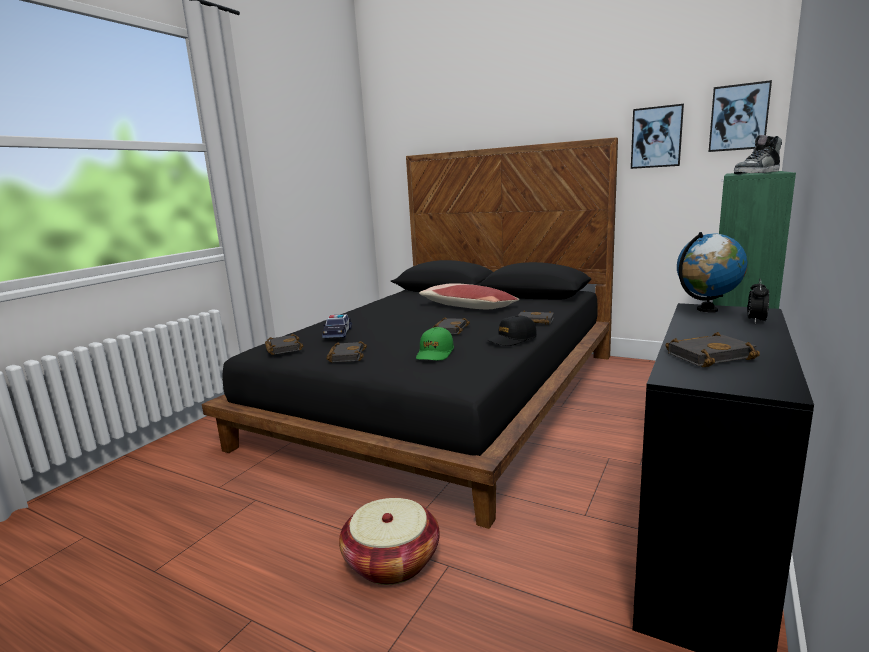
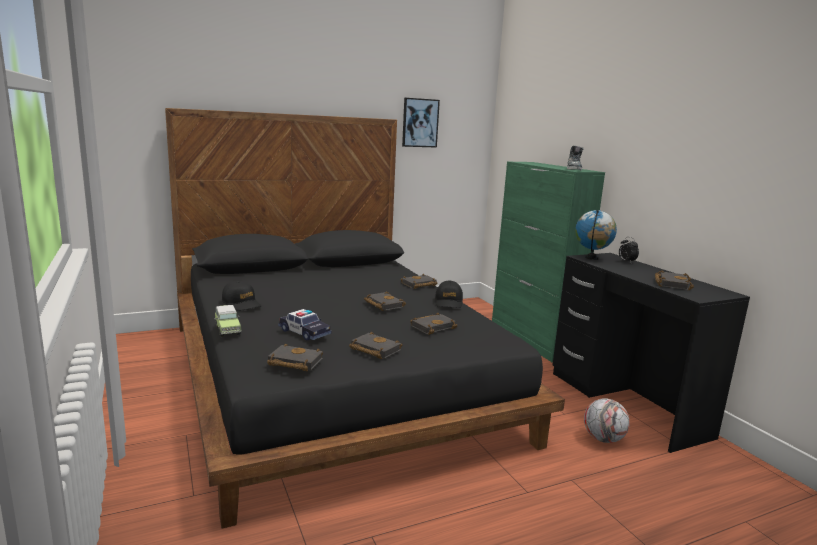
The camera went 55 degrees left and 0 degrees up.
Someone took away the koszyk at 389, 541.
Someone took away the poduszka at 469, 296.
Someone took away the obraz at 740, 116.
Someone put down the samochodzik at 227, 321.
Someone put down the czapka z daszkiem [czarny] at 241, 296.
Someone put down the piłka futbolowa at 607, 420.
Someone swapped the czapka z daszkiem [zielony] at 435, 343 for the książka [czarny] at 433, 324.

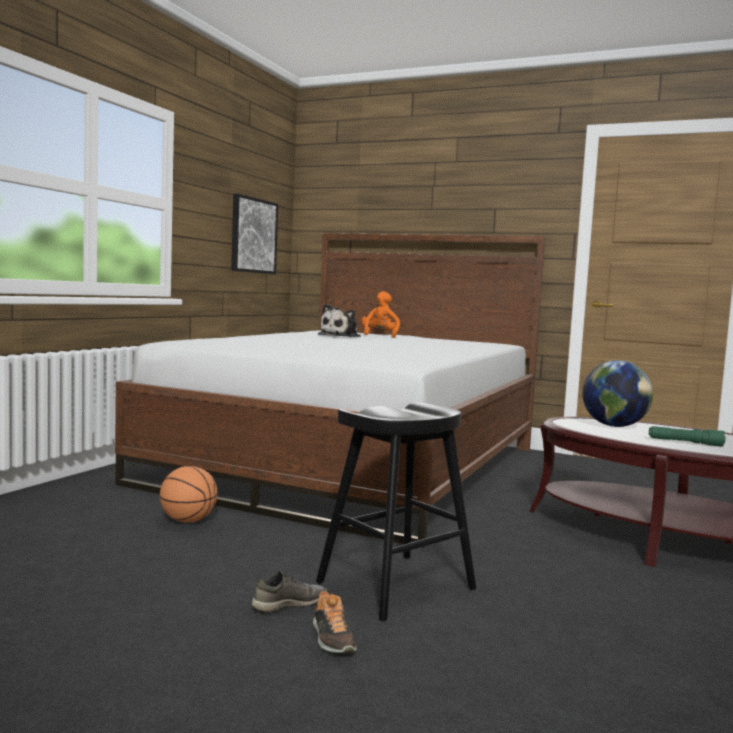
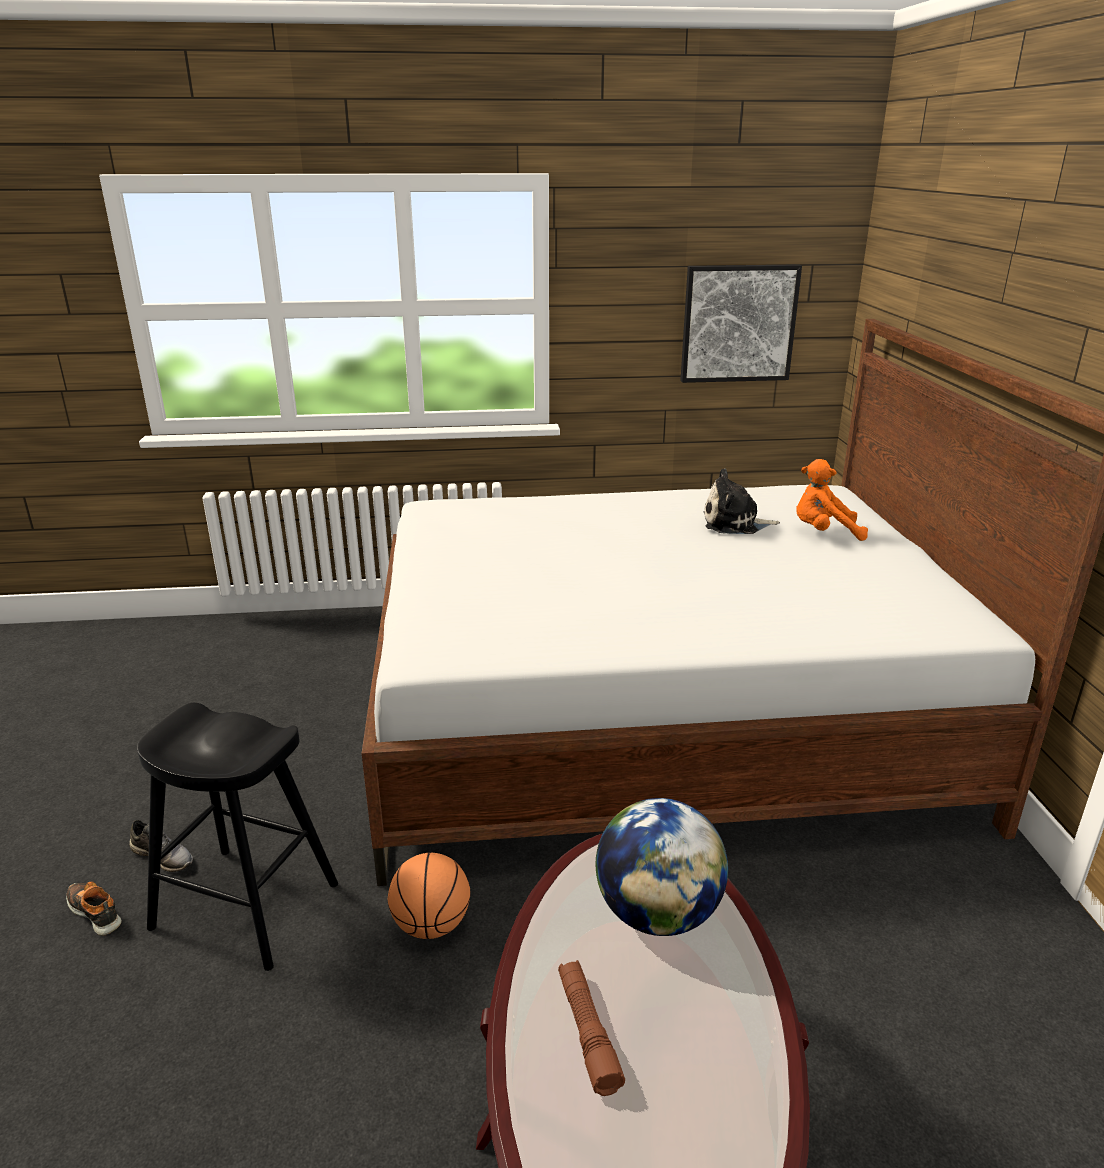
The camera went 60 degrees right and 20 degrees up.
Someone carried the piłka do koszykówki from 189, 494 to 429, 896.
Someone repainted the latarka [zielony] at 687, 436, which became the latarka [brązowy] at 591, 1028.
Someone rotated the but at 335, 621 by 90 degrees clockwise.
Someone rotated the pluszak [pomarańczowy] at 380, 314 by 150 degrees counterclockwise.

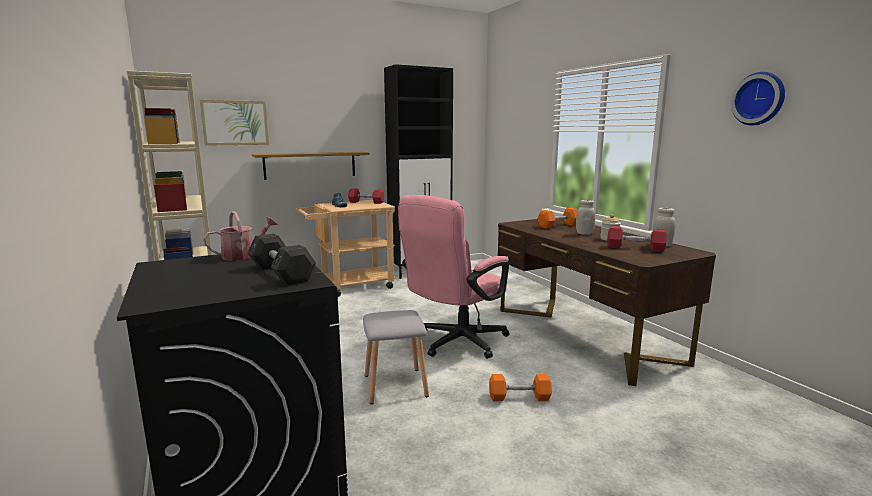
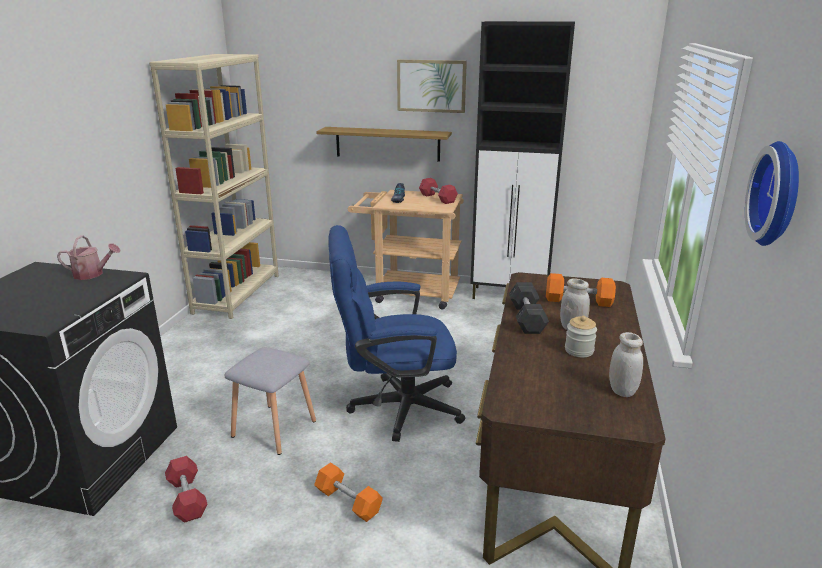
The camera went 40 degrees right and 10 degrees up.
Someone carried the obraz from 234, 123 to 432, 86.
Someone carried the hantel [szary] from 281, 259 to 529, 308.
Someone carried the hantel [czerwony] from 637, 239 to 186, 489.
Someone repainted the krzesło biurowe [różowy] at 454, 277, which became the krzesło biurowe [niebieski] at 396, 333.

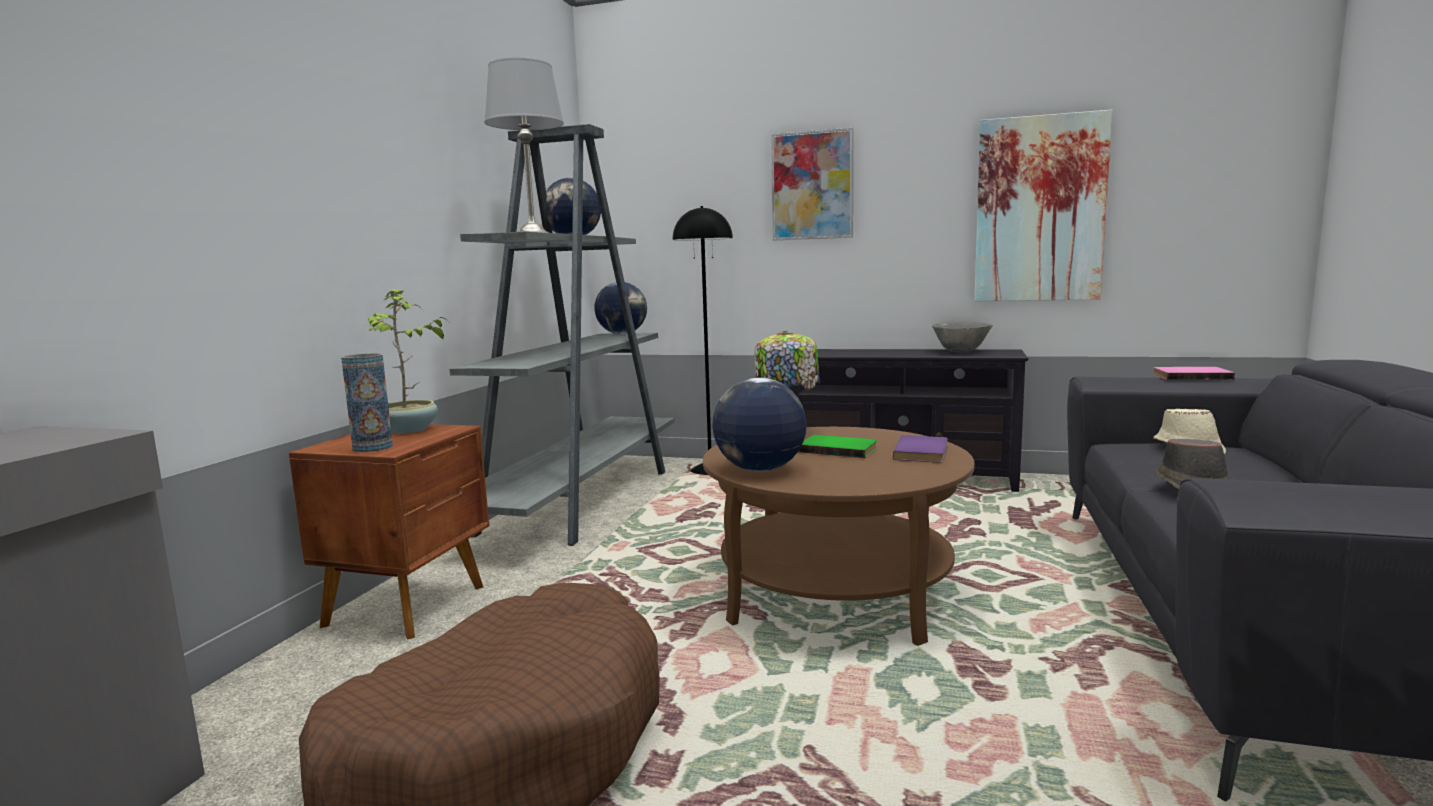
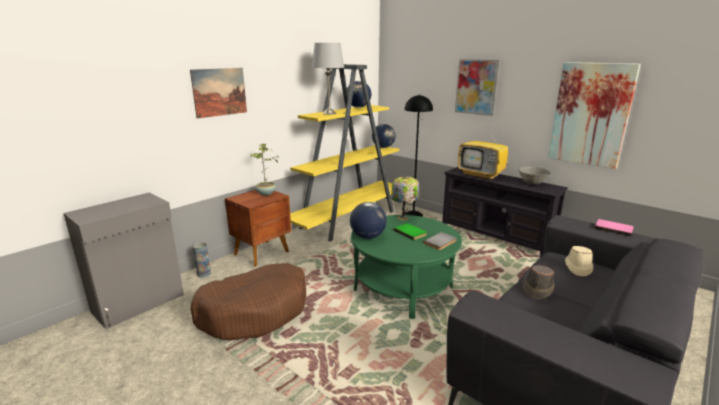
The camera went 25 degrees right and 10 degrees up.
Someone put up the obraz at 218, 93.
Someone put down the telewizor at 483, 151.
Someone carried the wazon from 367, 402 to 202, 260.
Someone repainted the regał [szary] at 562, 335, which became the regał [żółty] at 344, 152.
Someone repainted the ława [brązowy] at 839, 536, which became the ława [zielony] at 406, 267.
Someone repainted the książka [fioletowy] at 920, 449, which became the książka [szary] at 440, 241.

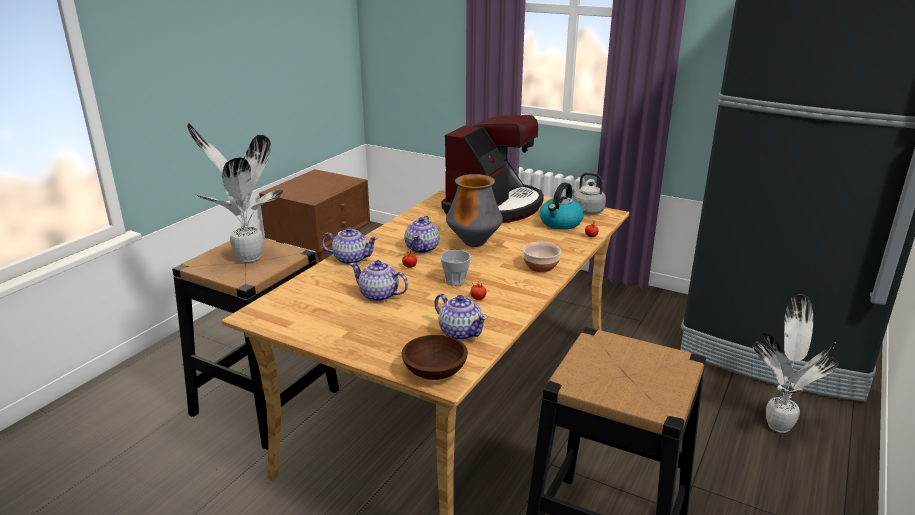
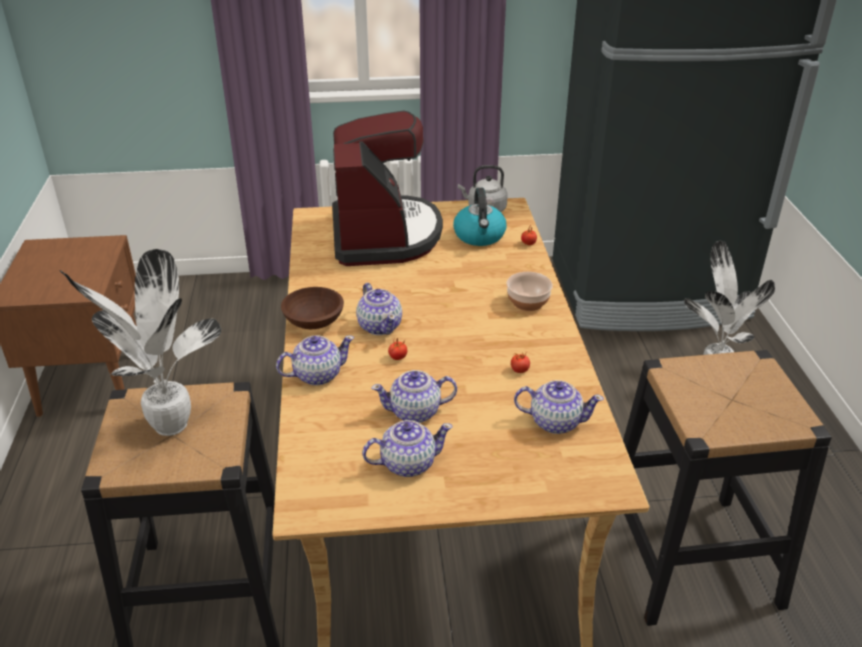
The camera went 35 degrees left and 10 degrees up.
Someone took away the filiżanka at 455, 268.
Someone took away the wazon at 474, 210.
Someone put down the imbryk at 407, 448.
Someone carried the miska [brązowy] from 434, 357 to 312, 308.

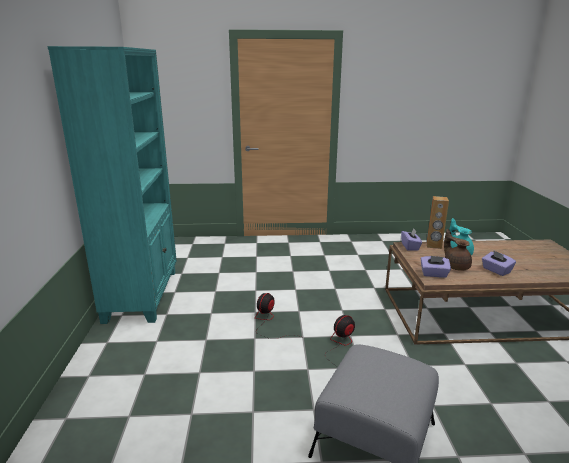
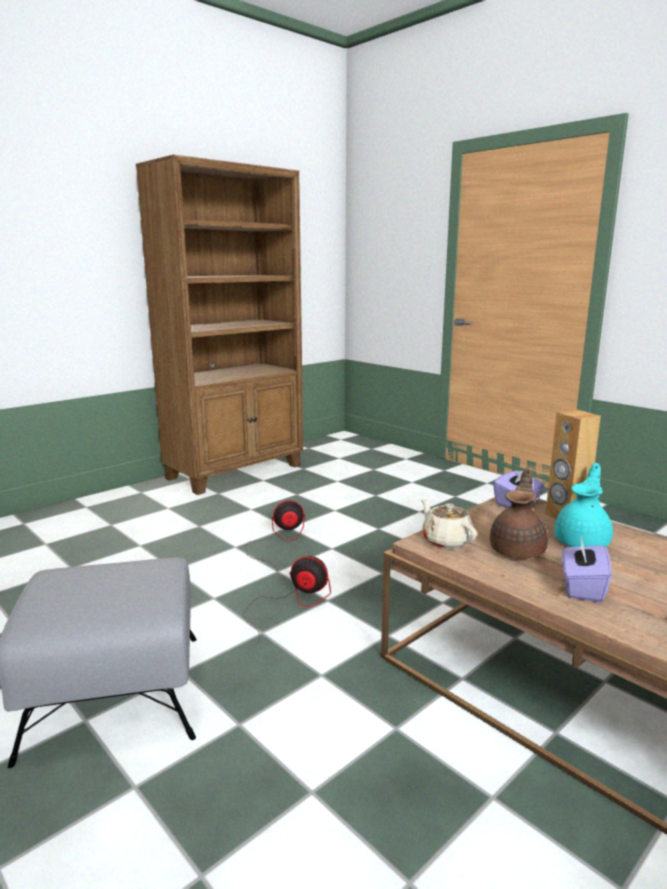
The camera went 50 degrees right and 5 degrees down.
Someone swapped the pudełko chusteczek [fioletowy] at 436, 267 for the imbryk [beżowy] at 449, 523.
Someone repainted the regał [turkusowy] at 112, 185, which became the regał [brązowy] at 219, 325.

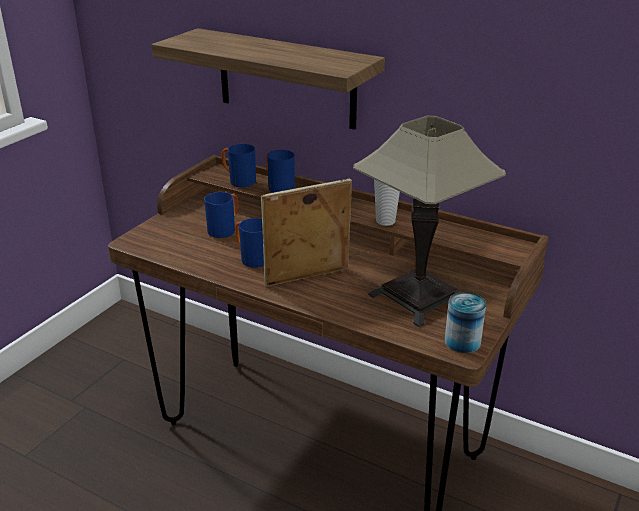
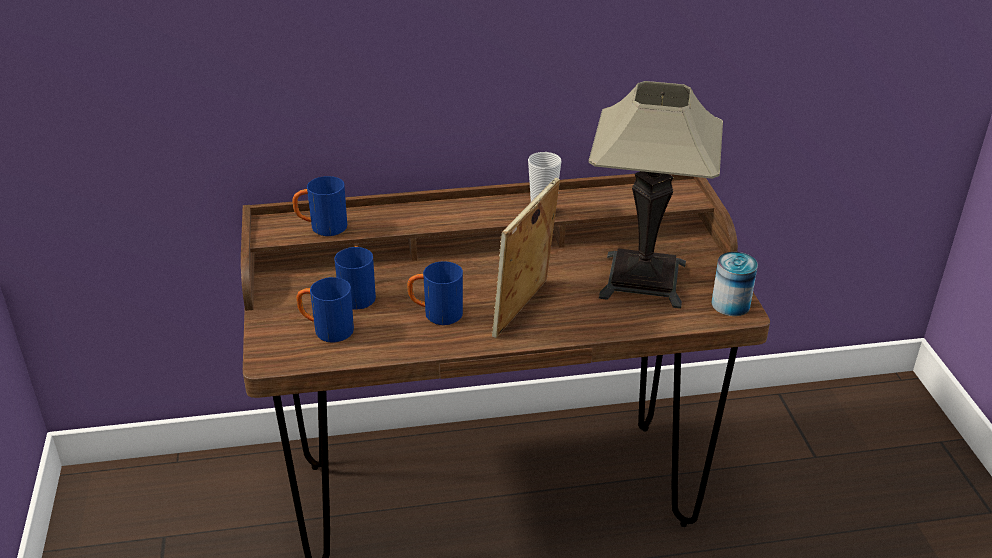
The camera went 40 degrees left and 5 degrees up.
Someone took away the półka at 268, 79.
Someone carried the kubek [niebieski] from 280, 171 to 325, 309.

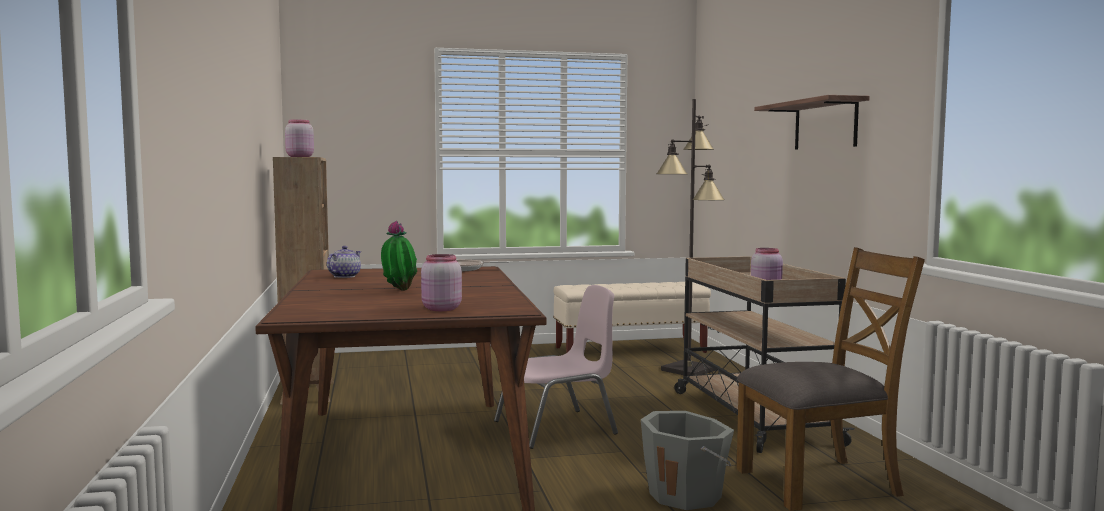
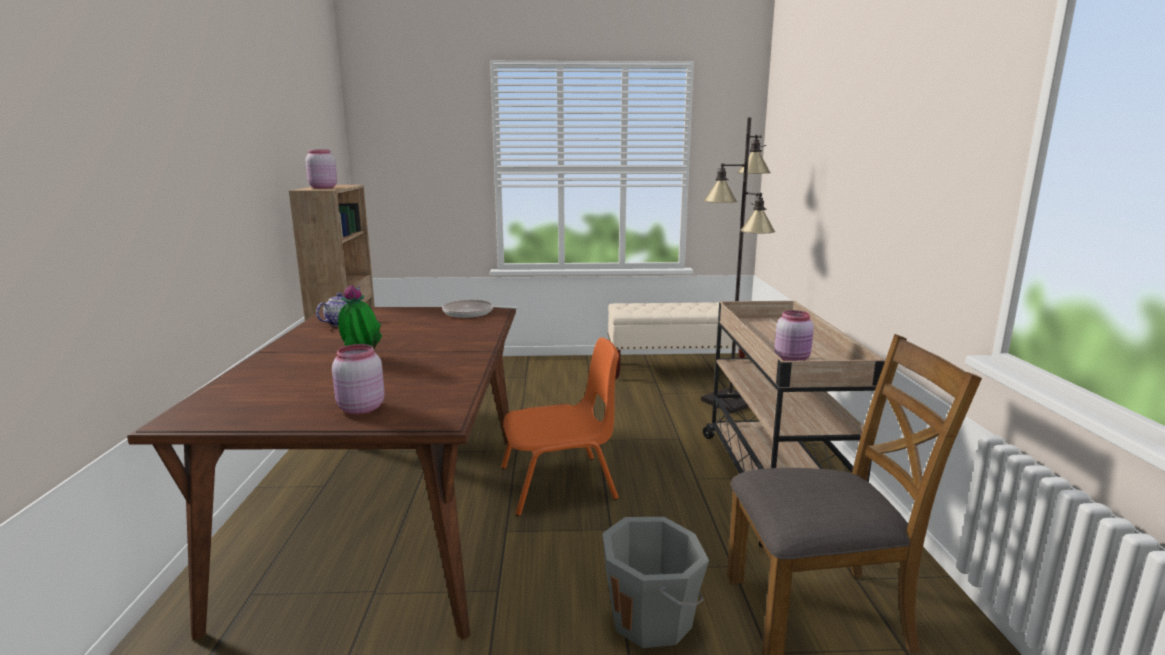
The camera went 10 degrees right and 10 degrees up.
Someone took away the półka at 812, 122.
Someone repainted the krzesło [różowy] at 556, 367, which became the krzesło [pomarańczowy] at 560, 426.

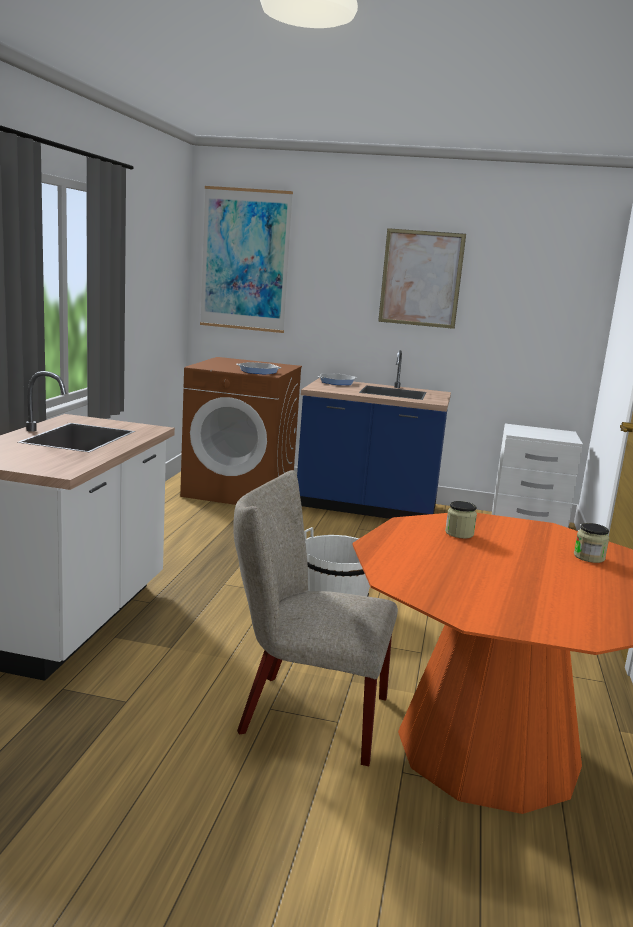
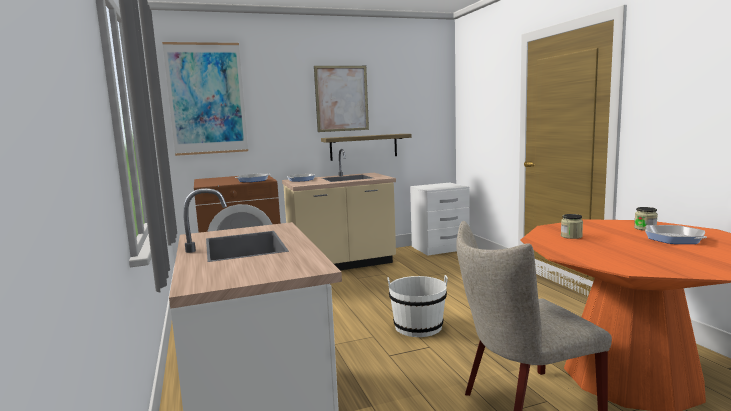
The camera went 30 degrees left and 5 degrees down.
Someone put up the półka at 366, 147.
Someone put down the patelnia at 676, 234.
Someone repainted the zabudowa kuchenna [niebieski] at 374, 434, which became the zabudowa kuchenna [beżowy] at 339, 209.

